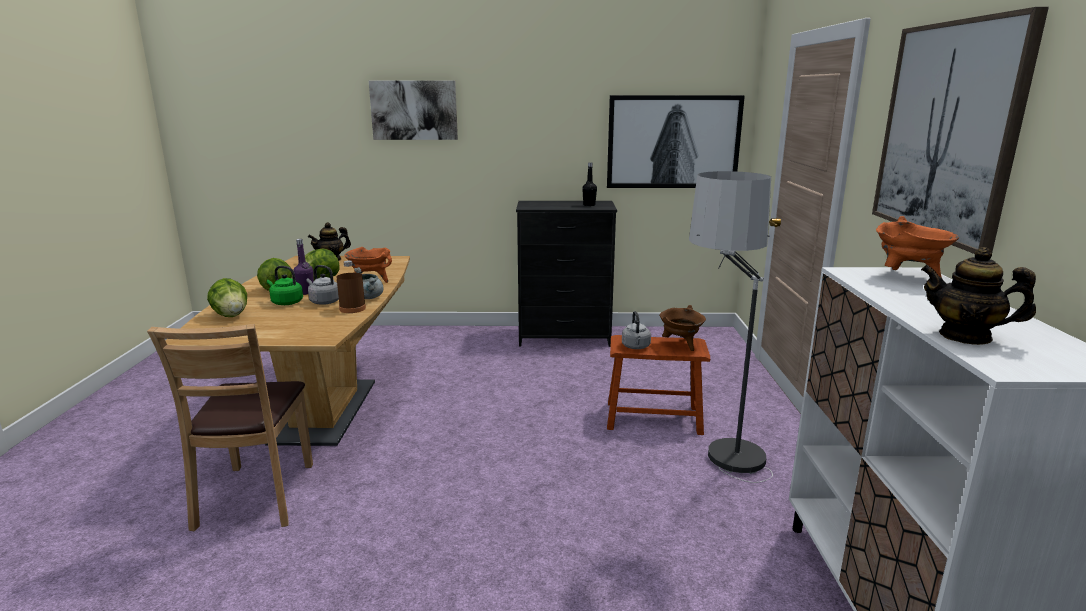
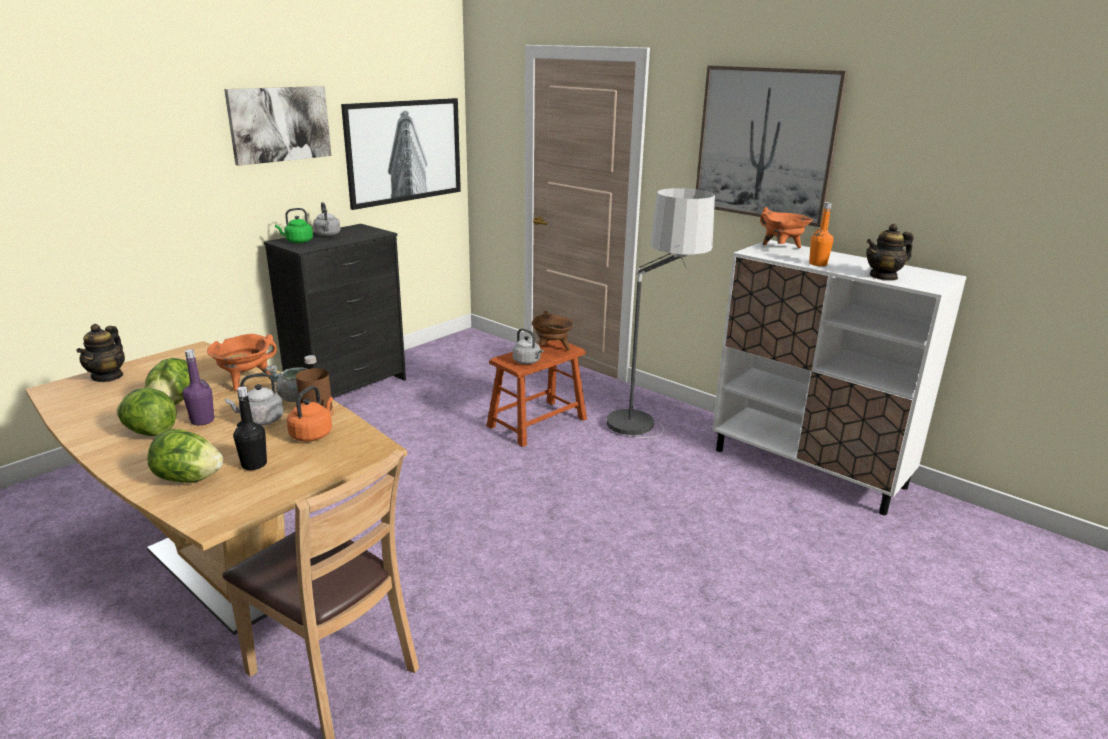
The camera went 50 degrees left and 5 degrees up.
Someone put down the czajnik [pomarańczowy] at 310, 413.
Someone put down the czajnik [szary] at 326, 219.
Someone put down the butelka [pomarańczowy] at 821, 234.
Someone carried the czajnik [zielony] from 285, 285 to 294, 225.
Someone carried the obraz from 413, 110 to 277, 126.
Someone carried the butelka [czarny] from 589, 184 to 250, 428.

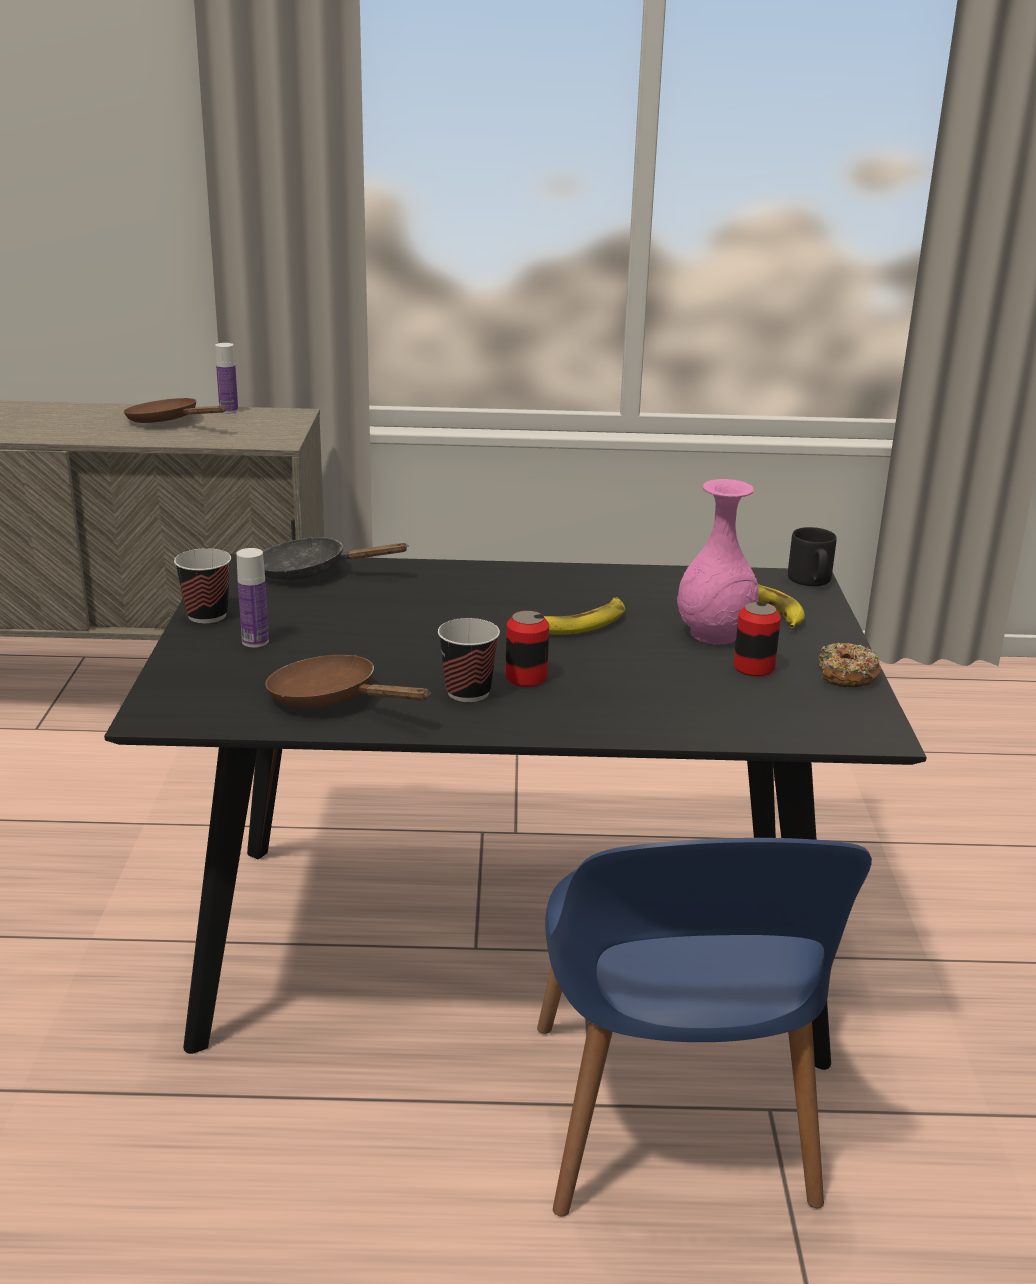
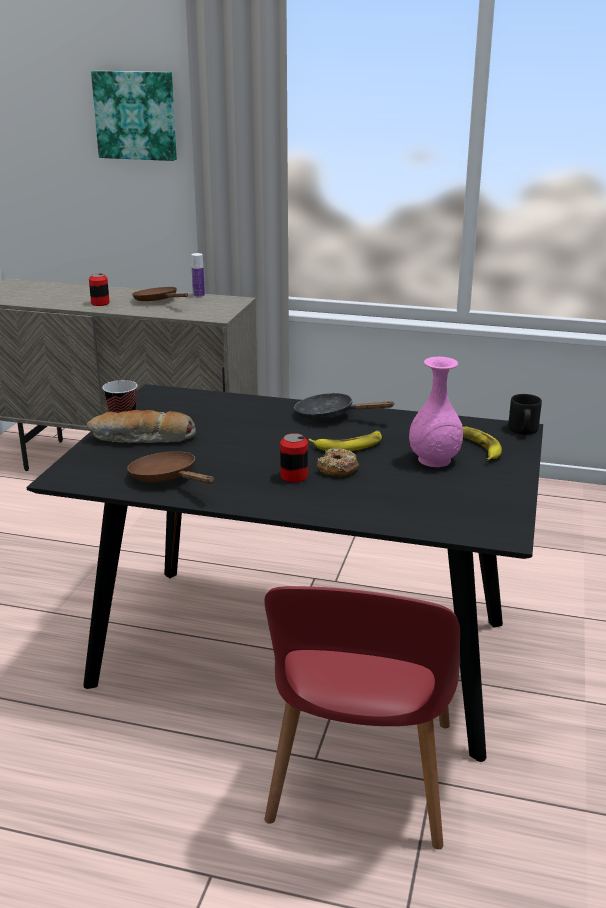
The camera went 15 degrees right and 0 degrees up.
Someone took away the filiżanka at 469, 660.
Someone put up the obraz at 134, 116.
Someone carried the patelnia [czarny] from 336, 558 to 344, 406.
Someone carried the puszka from 757, 639 to 99, 290.
Someone carried the donut from 849, 665 to 338, 462.
Someone swapped the butelka at 252, 598 for the chleb at 141, 426.
Someone repainted the krzesło [niebieski] at 704, 1027, which became the krzesło [czerwony] at 362, 717.

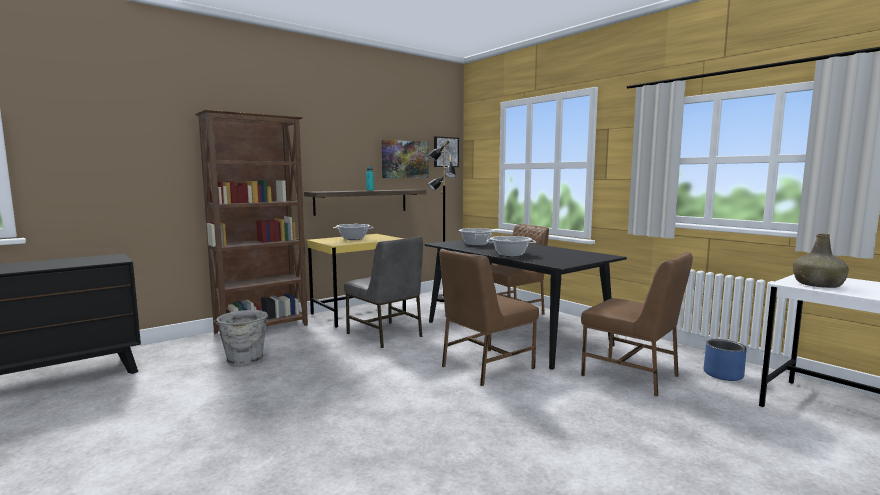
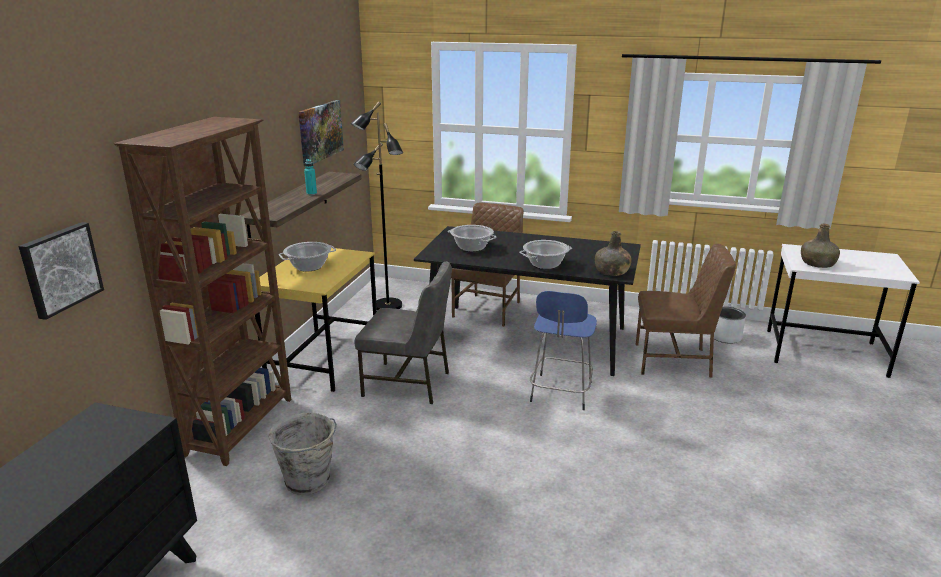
The camera went 35 degrees left and 15 degrees up.
Someone put down the butelka [zielony] at 613, 253.
Someone carried the obraz from 446, 151 to 61, 271.
Someone swapped the krzesło [brązowy] at 489, 317 for the stołek [niebieski] at 563, 350.
Someone repainted the donica [niebieski] at 725, 360, which became the donica [szary] at 730, 325.

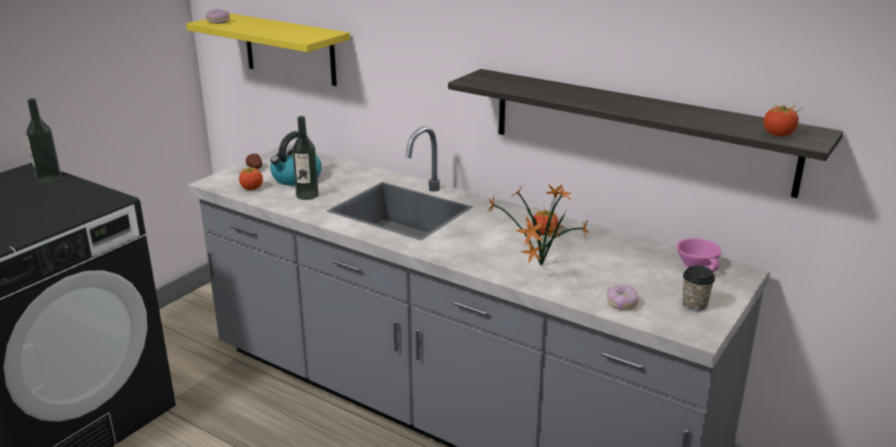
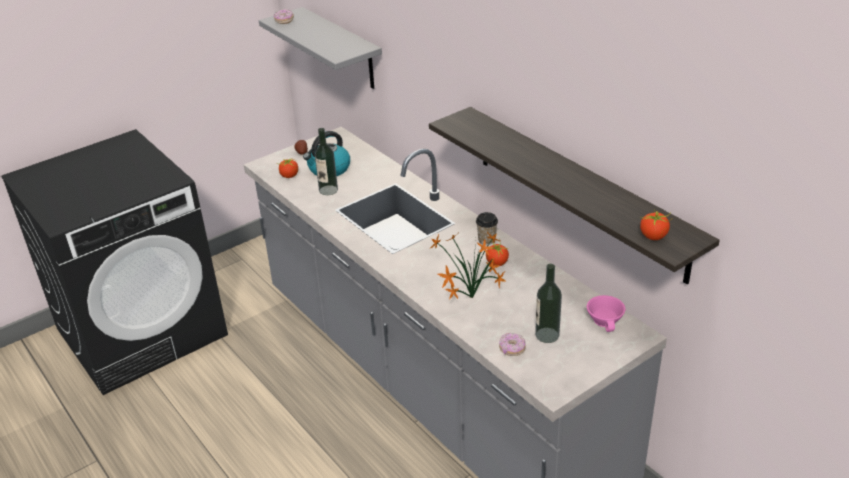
The camera went 20 degrees right and 10 degrees up.
Someone carried the butelka from 44, 141 to 548, 303.
Someone carried the filiżanka from 698, 288 to 487, 228.
Someone repainted the półka [żółty] at 268, 49, which became the półka [szary] at 320, 48.

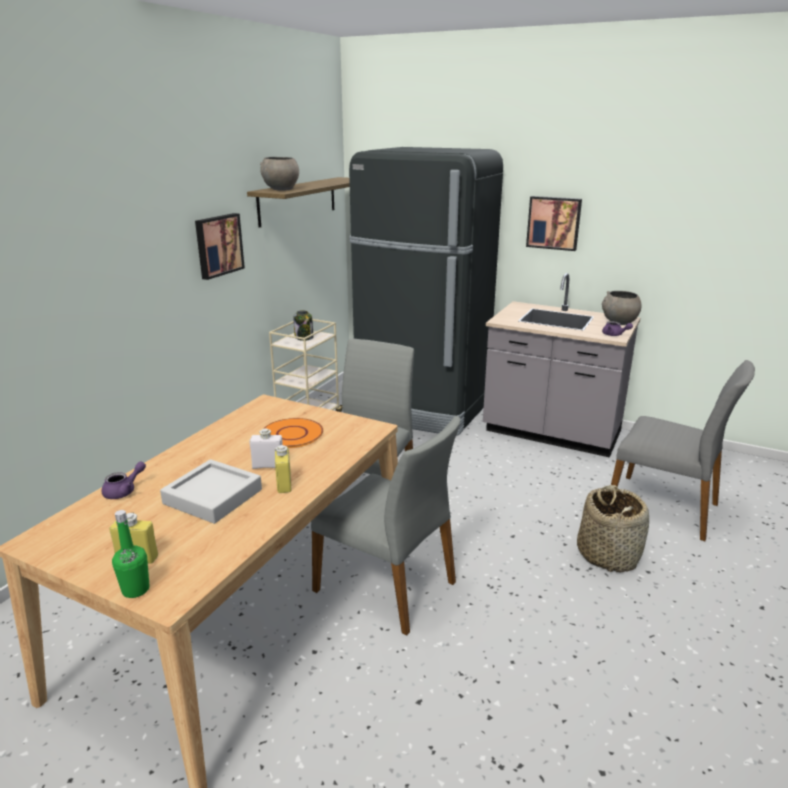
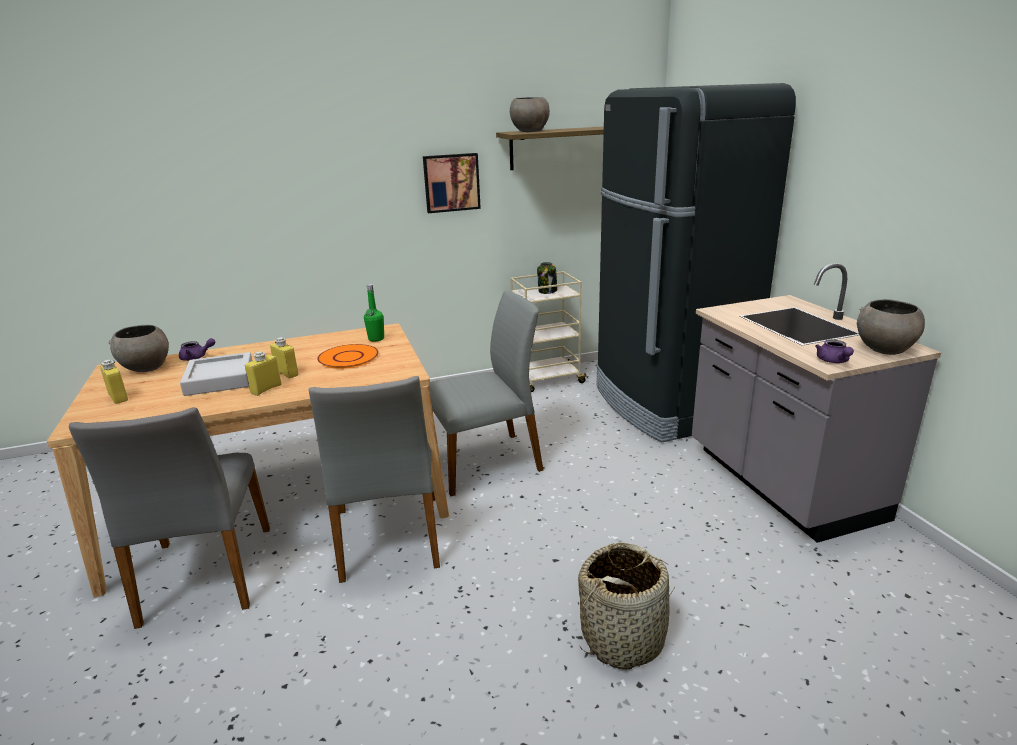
The camera went 45 degrees right and 0 degrees up.
Someone took away the obraz at 554, 223.
Someone put down the miska [szary] at 139, 348.
Someone carried the butelka [zielony] from 131, 554 to 374, 312.
Someone carried the krzesło [szary] from 683, 450 to 169, 518.
Someone repainted the butelka [biały] at 266, 448, which became the butelka [żółty] at 284, 357.

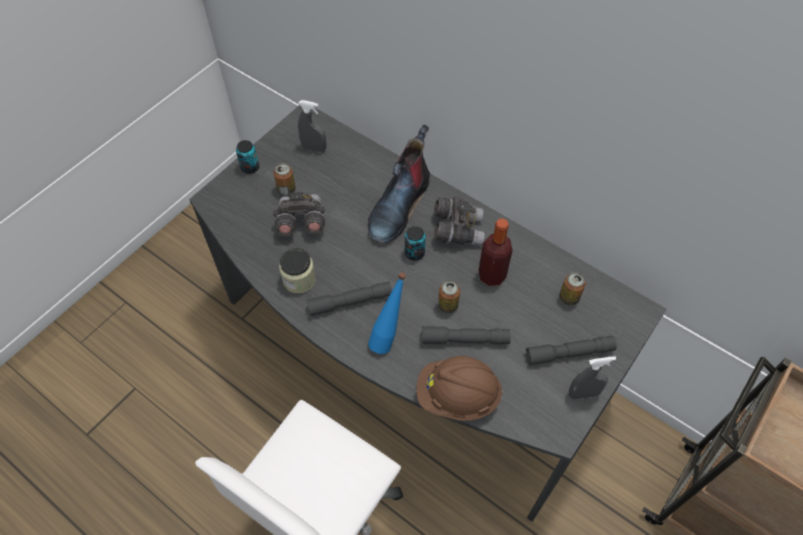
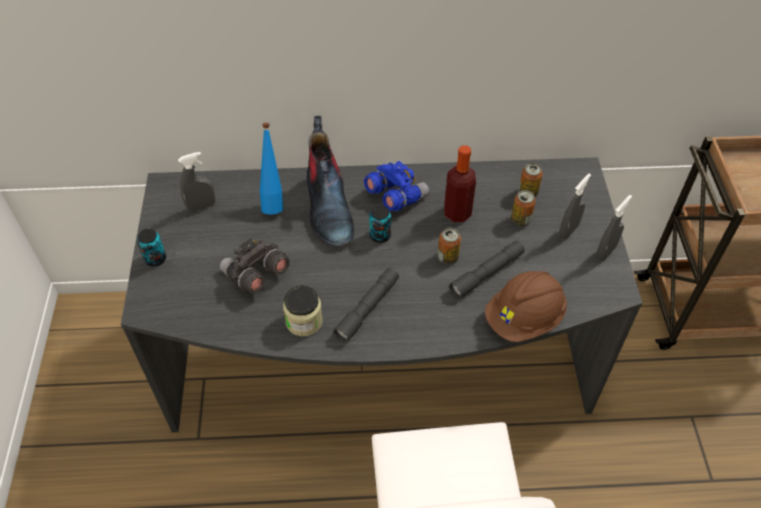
The camera went 40 degrees left and 5 degrees down.
Someone carried the puszka from 285, 179 to 523, 208.
Someone carried the butelka [niebieski] from 387, 313 to 271, 169.
Someone swapped the latarka [szary] at 571, 350 for the spryskiwacz [szary] at 575, 206.
Someone repainted the lornetka [szary] at 459, 221, which became the lornetka [niebieski] at 396, 186.

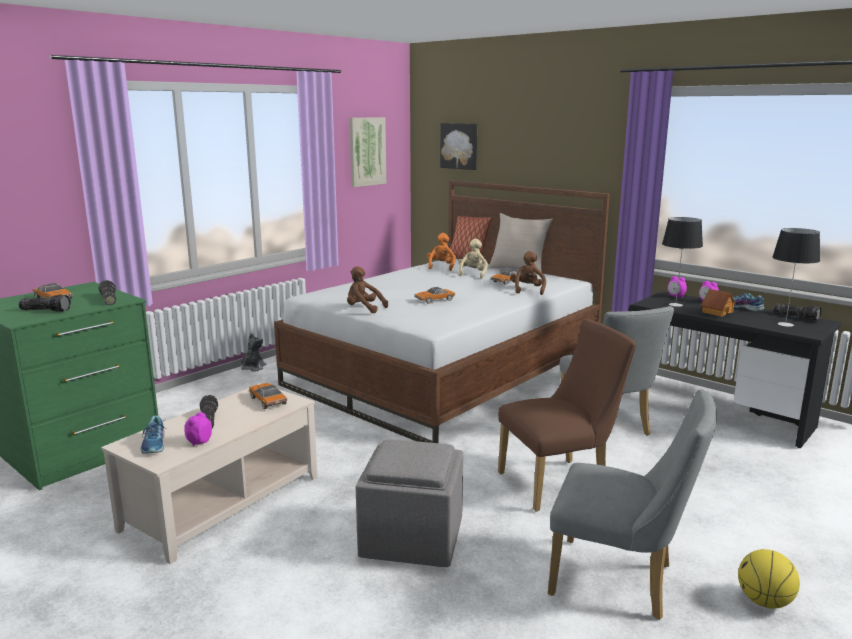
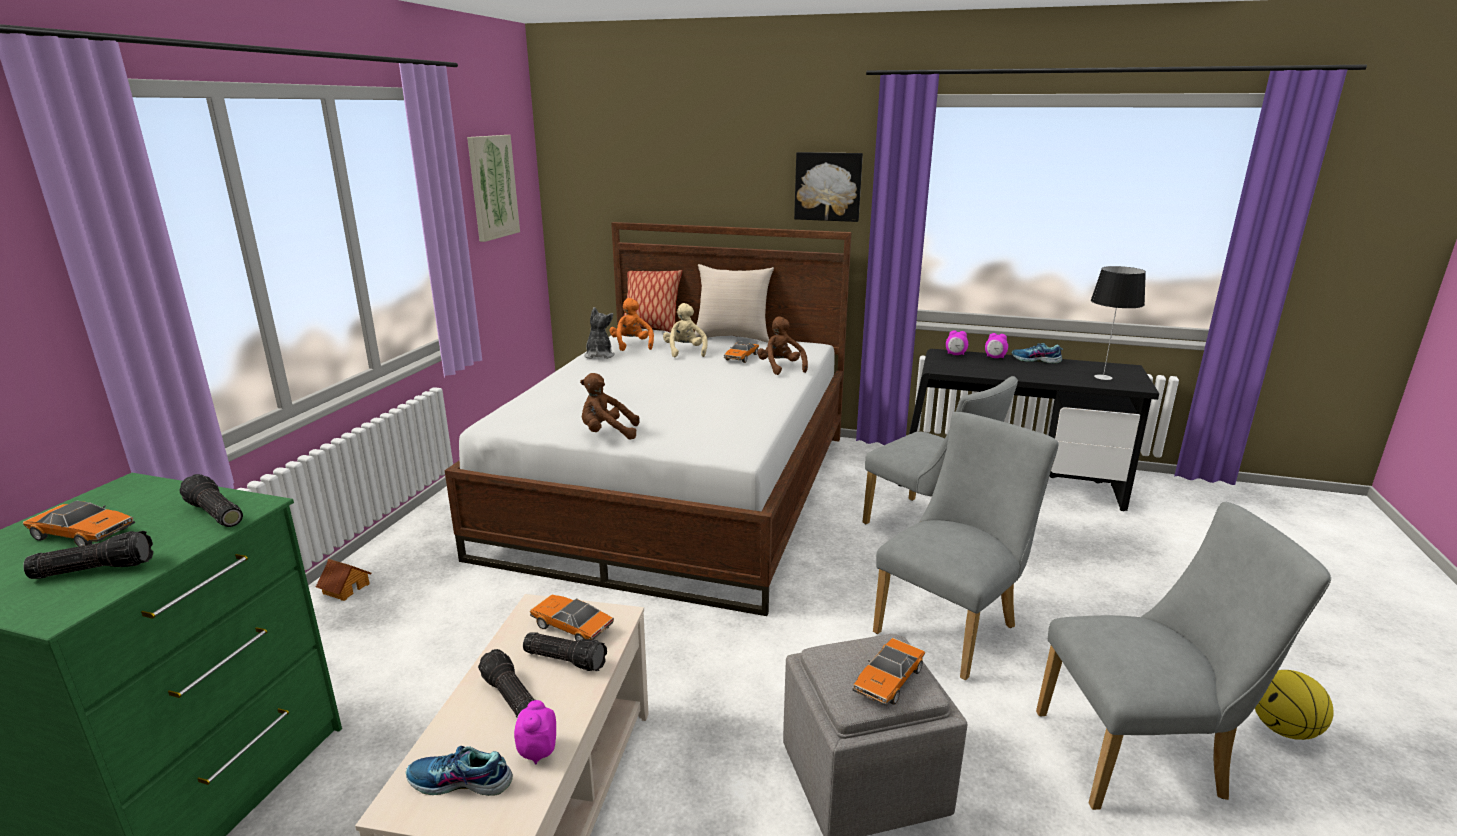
The camera went 25 degrees left and 5 degrees up.
Someone took away the lampa stołowa at 682, 262.
Someone carried the pluszak from 254, 352 to 599, 333.
Someone carried the samochodzik from 434, 295 to 888, 672.
Someone carried the obraz from 458, 146 to 828, 187.
Someone carried the domek from 718, 303 to 344, 580.
Someone carried the latarka from 797, 312 to 565, 652.
Someone repainted the krzesło [brązowy] at 567, 415, which became the krzesło [szary] at 965, 546.
Someone rotated the but at 153, 434 by 135 degrees clockwise.

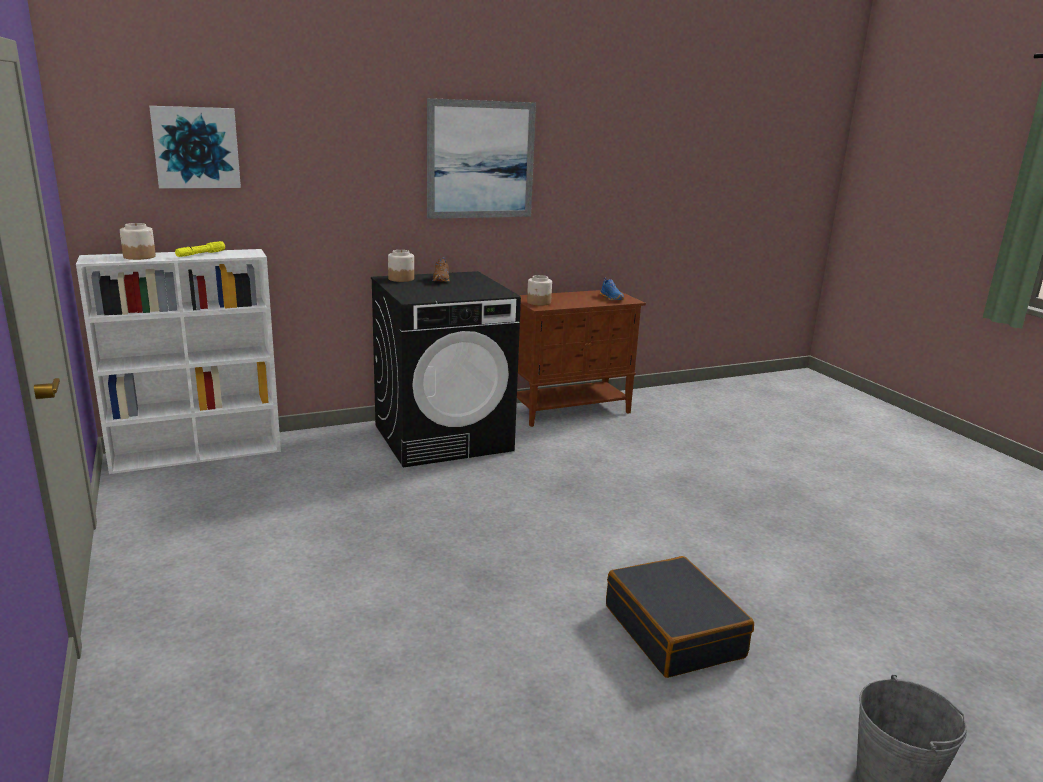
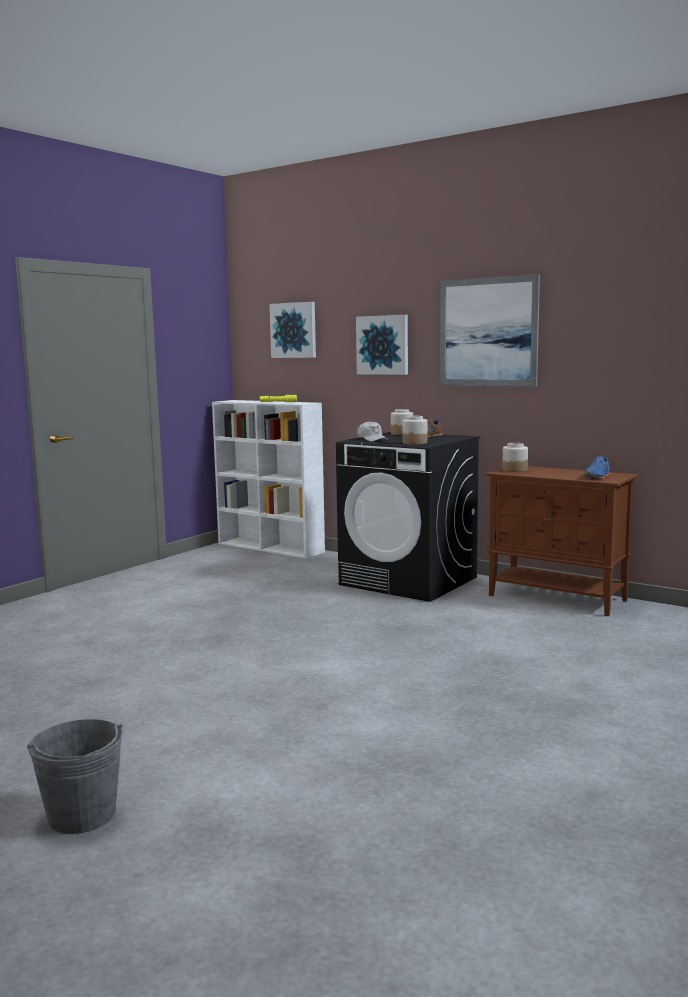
The camera went 60 degrees right and 10 degrees down.
Someone took away the walizka [czarny] at 680, 617.
Someone put up the obraz at 382, 345.
Someone put down the czapka z daszkiem [biały] at 373, 431.
Someone carried the słoik from 138, 241 to 415, 430.

